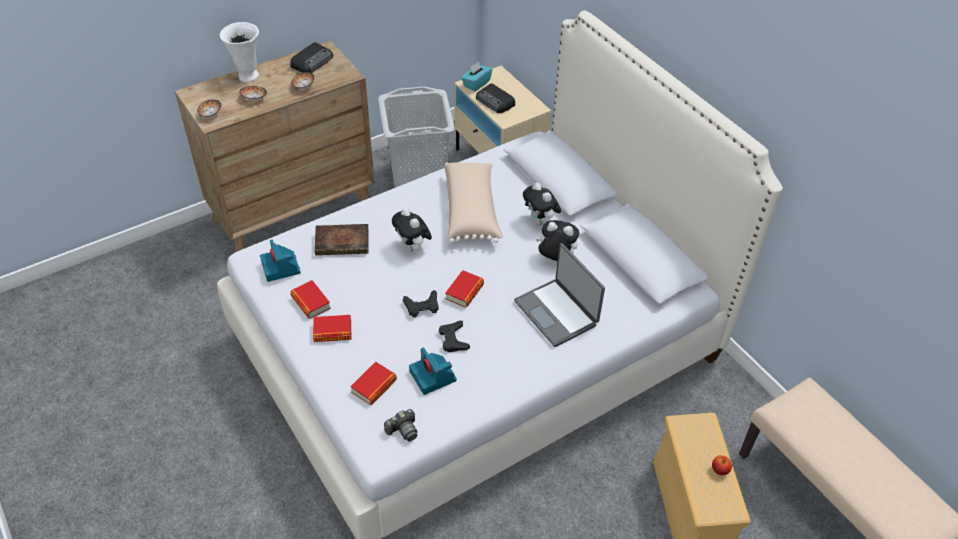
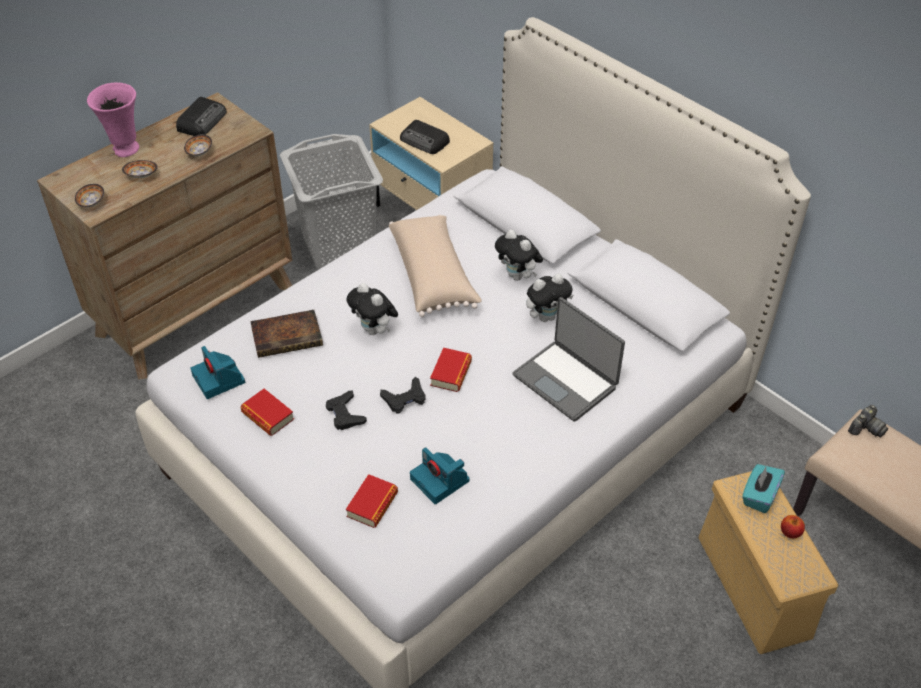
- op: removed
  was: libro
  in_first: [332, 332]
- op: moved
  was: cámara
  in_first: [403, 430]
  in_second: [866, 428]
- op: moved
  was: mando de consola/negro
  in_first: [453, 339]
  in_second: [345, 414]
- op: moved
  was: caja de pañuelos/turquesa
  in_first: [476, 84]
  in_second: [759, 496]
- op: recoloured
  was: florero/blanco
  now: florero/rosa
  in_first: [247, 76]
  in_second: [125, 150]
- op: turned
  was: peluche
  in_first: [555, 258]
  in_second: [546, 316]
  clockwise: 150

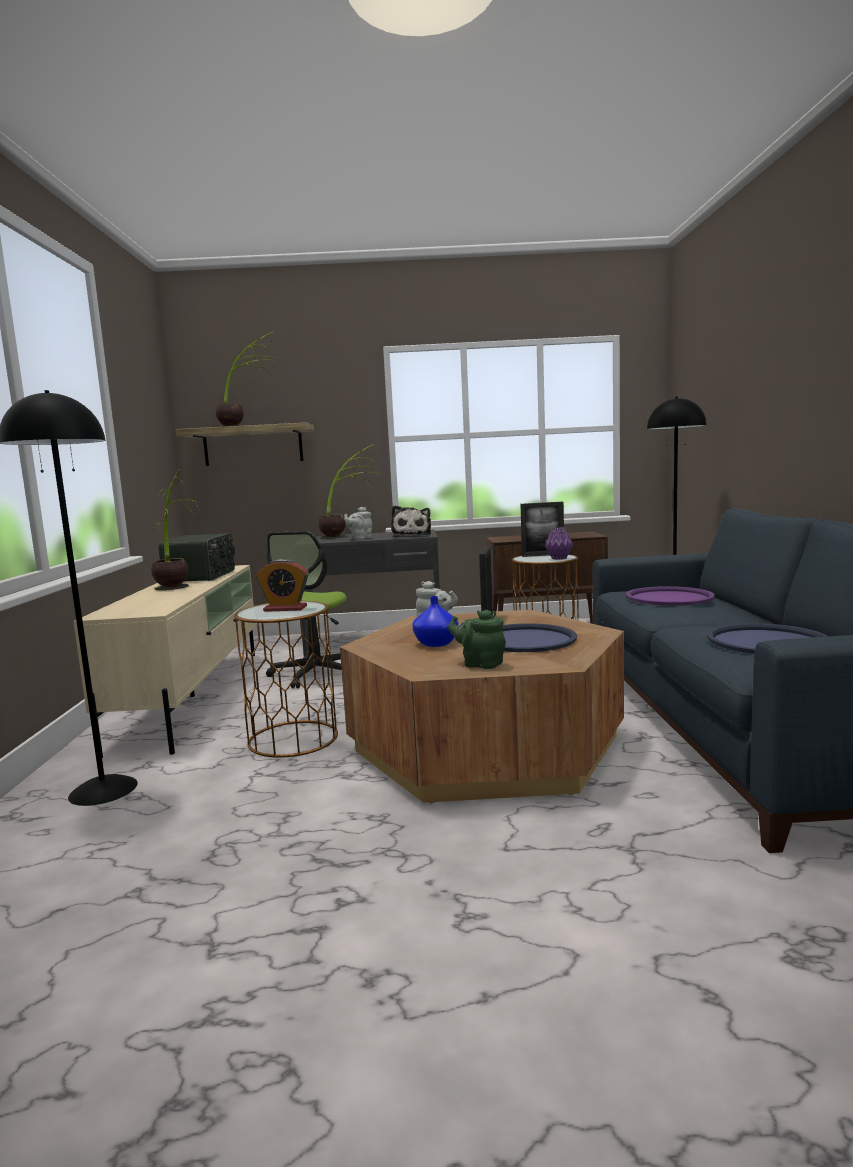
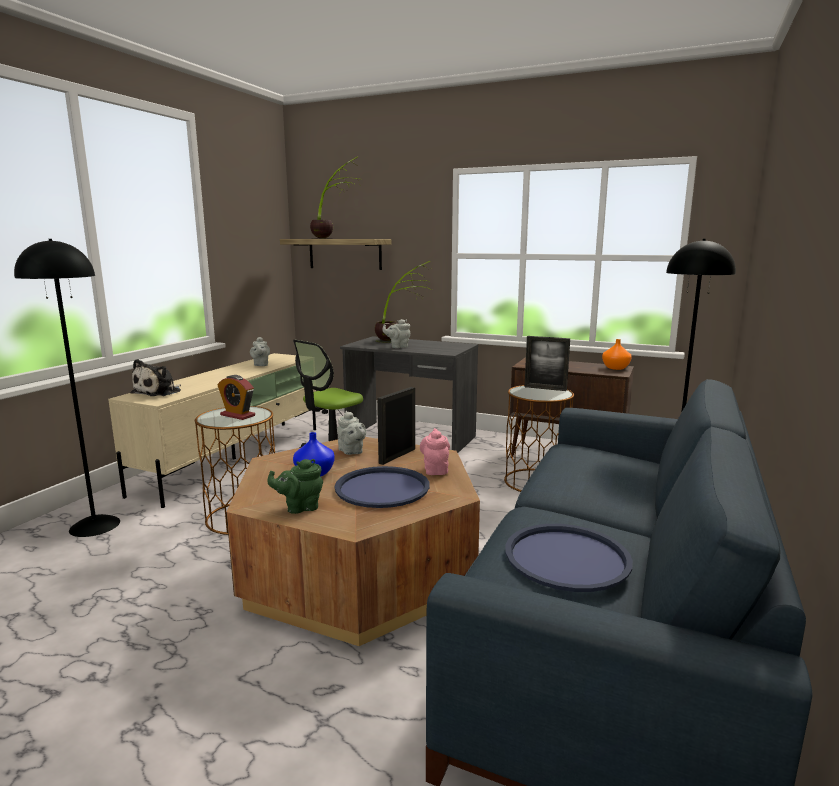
- op: removed
  was: planta en maceta
  in_first: [177, 589]
- op: removed
  was: florero/morado
  in_first: [559, 558]
- op: removed
  was: bandeja/morado
  in_first: [669, 597]
- op: added
  now: tetera/rosa
  in_second: [435, 469]
- op: added
  now: florero/naranja
  in_second: [615, 368]
- op: moved
  was: peluche
  in_first: [411, 535]
  in_second: [159, 392]
- op: replaced
  was: radio
  now: tetera/gris
  in_first: [202, 576]
  in_second: [261, 365]
- op: turned
  was: tetera/verde
  in_first: [480, 664]
  in_second: [300, 507]
  clockwise: -75

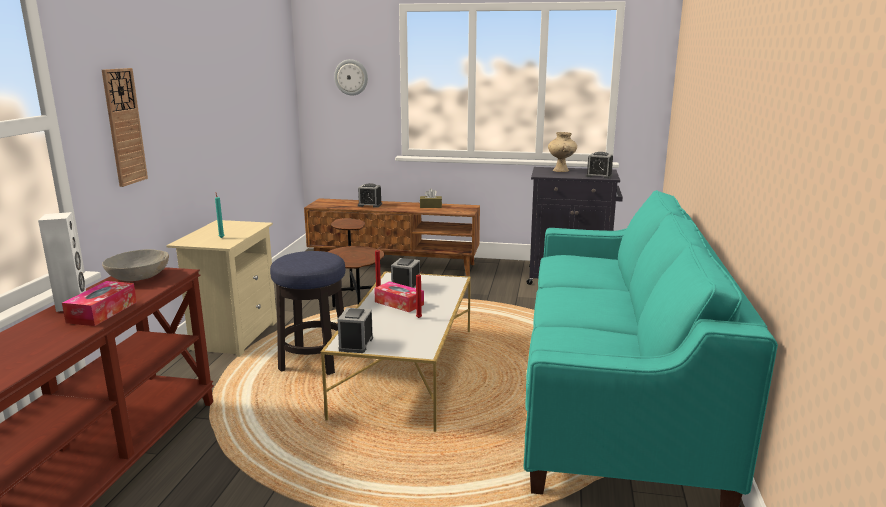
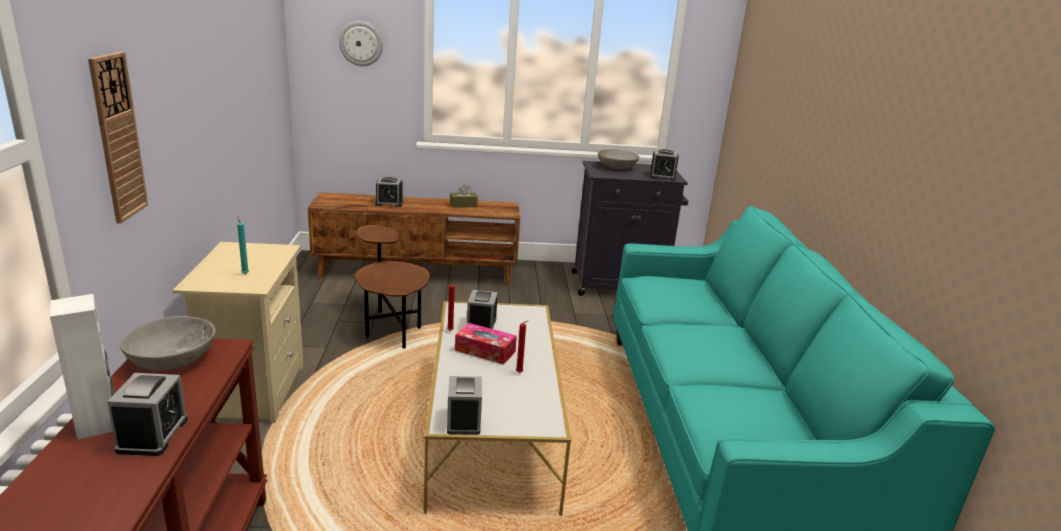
- op: removed
  was: taburete
  in_first: [314, 360]
- op: replaced
  was: caja de pañuelos
  now: despertador
  in_first: [102, 312]
  in_second: [153, 435]
- op: replaced
  was: florero/beis
  now: cuenco/gris
  in_first: [561, 170]
  in_second: [617, 167]

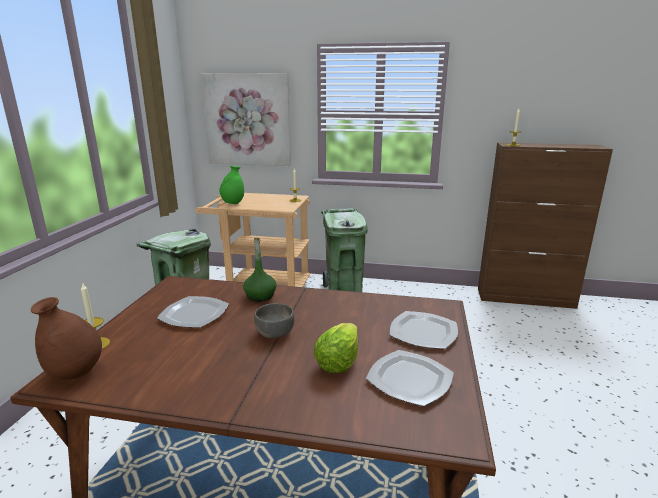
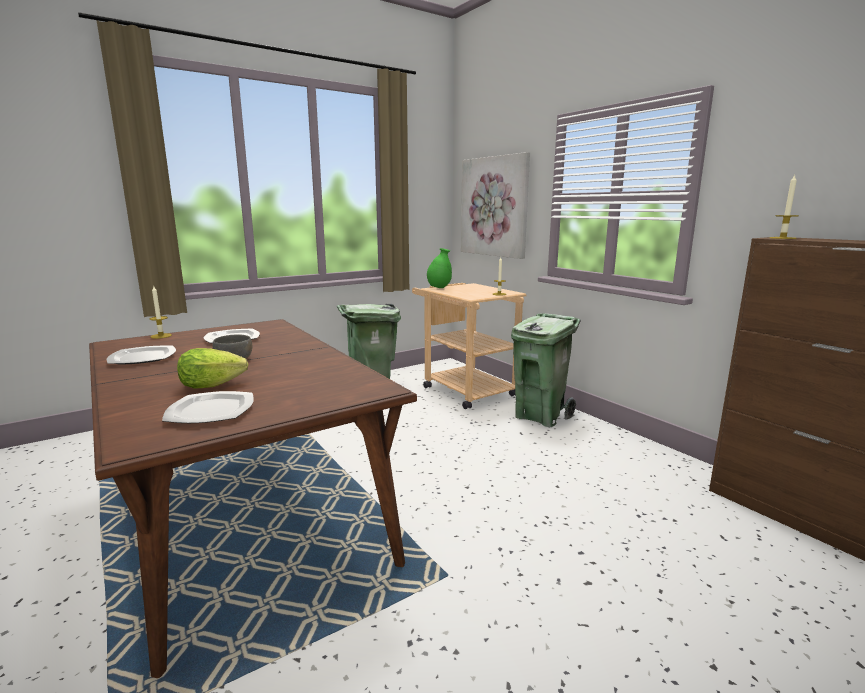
- op: removed
  was: florero/marrón
  in_first: [76, 373]
- op: removed
  was: botella/verde
  in_first: [260, 296]
- op: moved
  was: plato
  in_first: [422, 332]
  in_second: [142, 357]

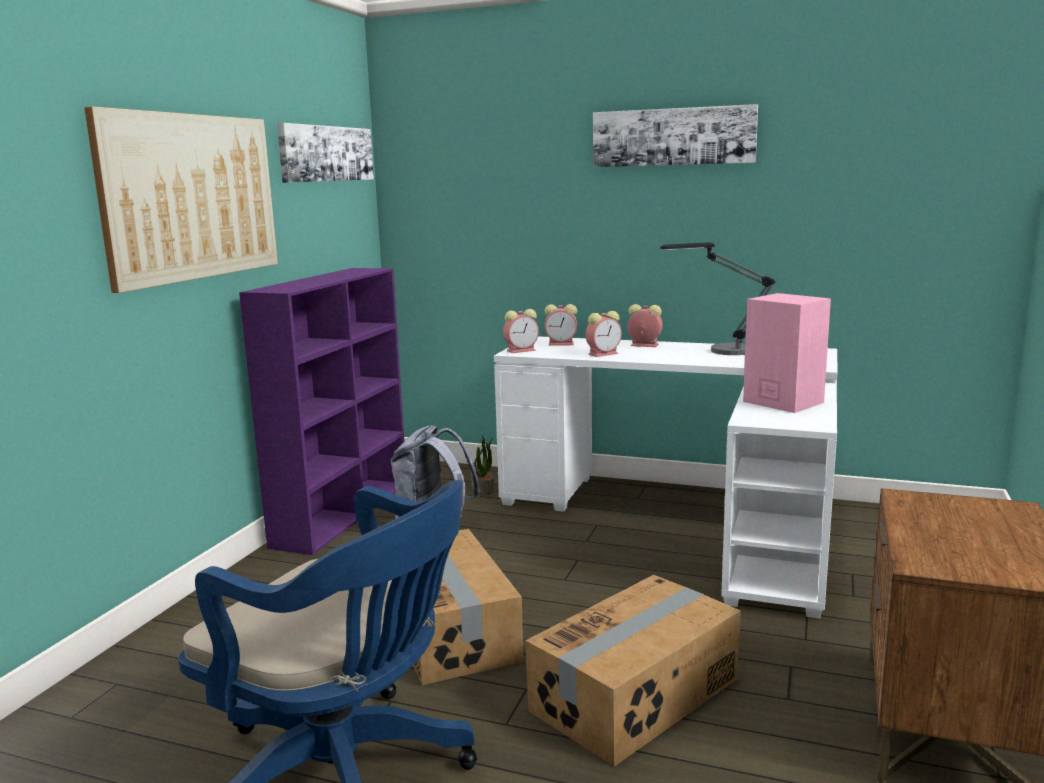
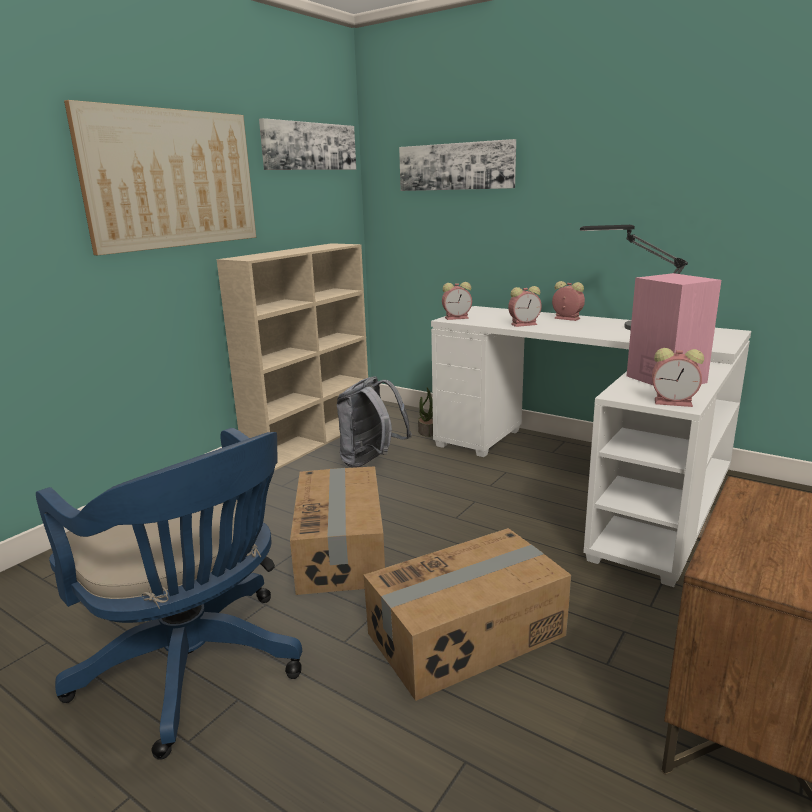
- op: moved
  was: despertador
  in_first: [562, 344]
  in_second: [675, 402]
- op: moved
  was: cuadro
  in_first: [673, 137]
  in_second: [456, 166]
- op: recoloured
  was: estantería/morado
  now: estantería/beis
  in_first: [344, 512]
  in_second: [312, 440]

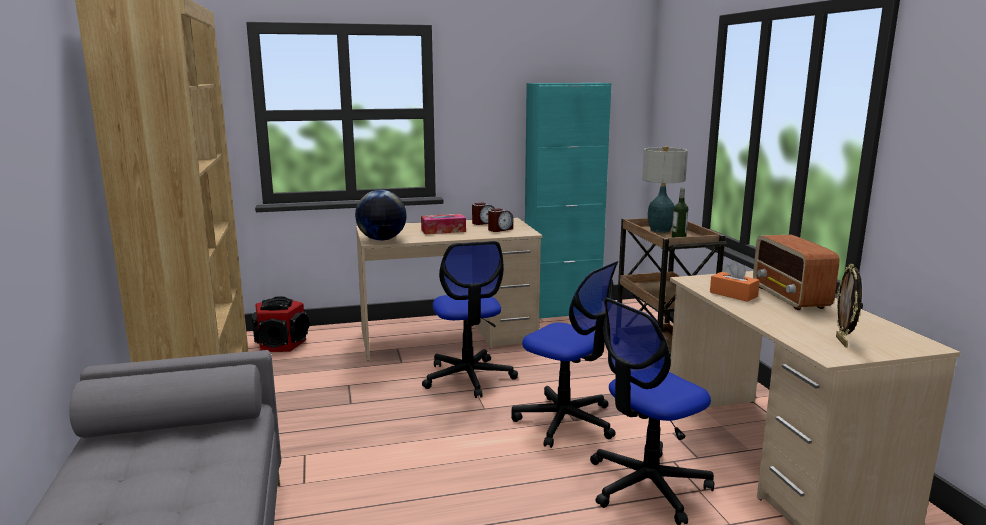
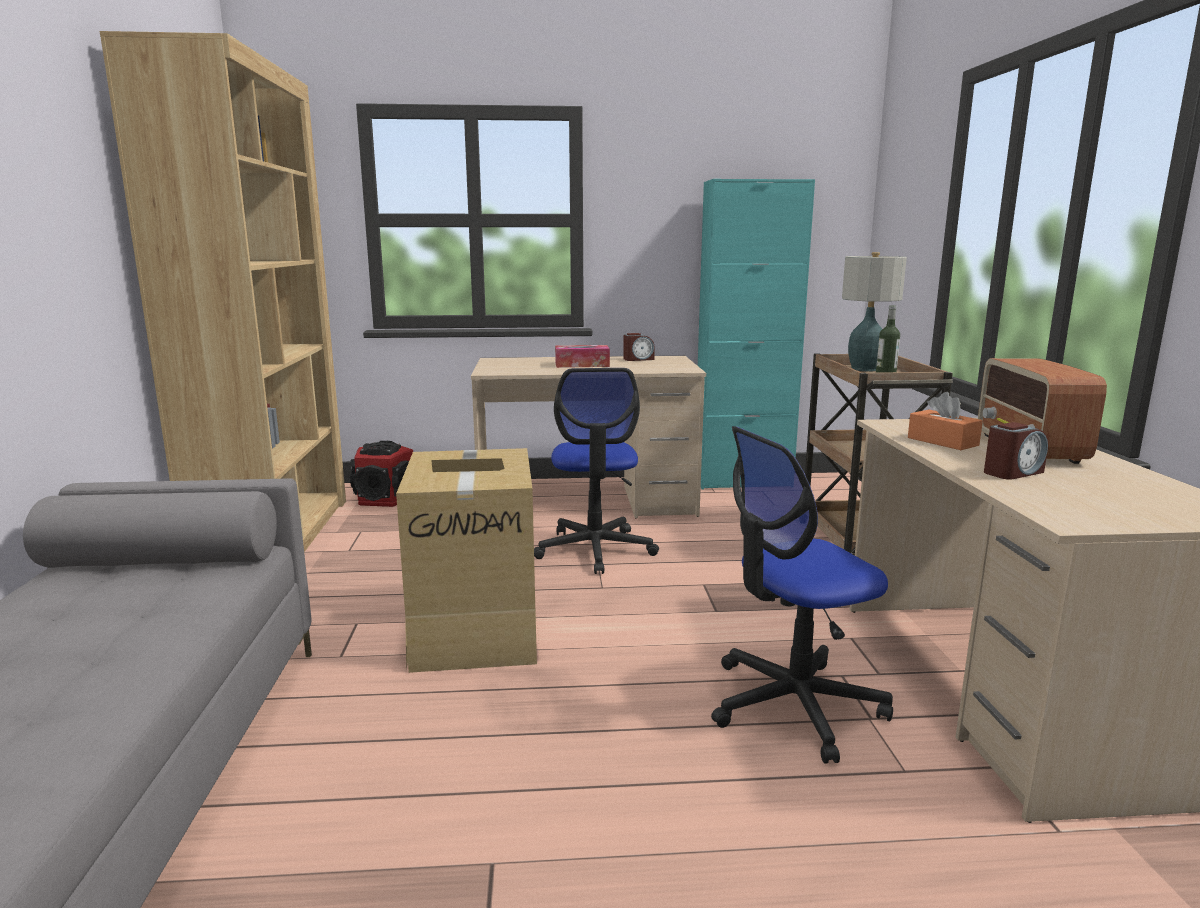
- op: removed
  was: globo terráqueo
  in_first: [382, 240]
- op: removed
  was: silla de oficina
  in_first: [565, 421]
- op: removed
  was: portarretratos
  in_first: [843, 342]
- op: added
  now: caja de cartón
  in_second: [477, 629]
- op: moved
  was: despertador
  in_first: [500, 229]
  in_second: [1012, 472]

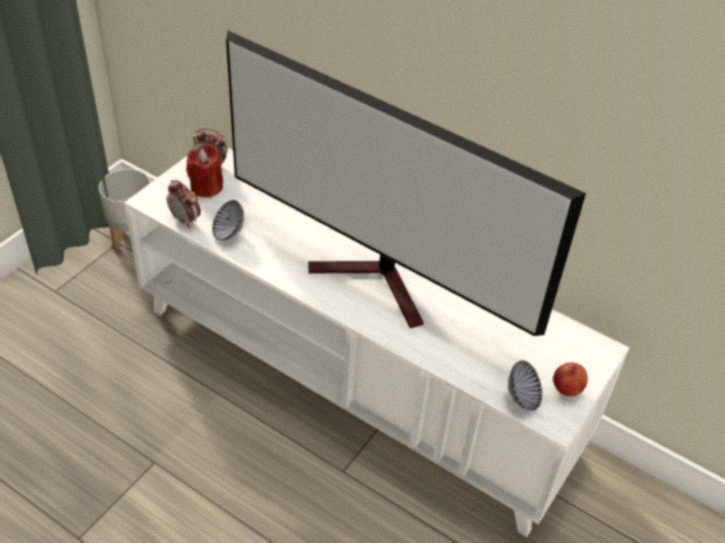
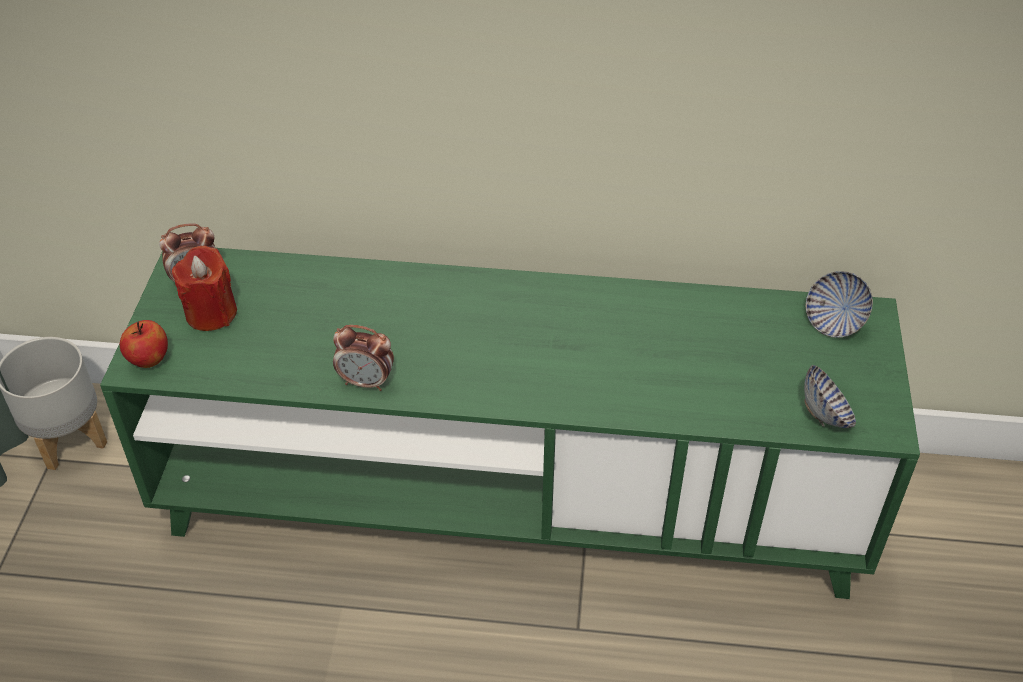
- op: removed
  was: televisor
  in_first: [379, 283]
- op: moved
  was: despertador
  in_first: [185, 220]
  in_second: [366, 382]
- op: moved
  was: cuenco
  in_first: [228, 232]
  in_second: [834, 322]
- op: moved
  was: manzana
  in_first: [566, 389]
  in_second: [149, 360]
- op: recoloured
  was: mueble de televisión/blanco
  now: mueble de televisión/verde
  in_first: [354, 378]
  in_second: [511, 499]

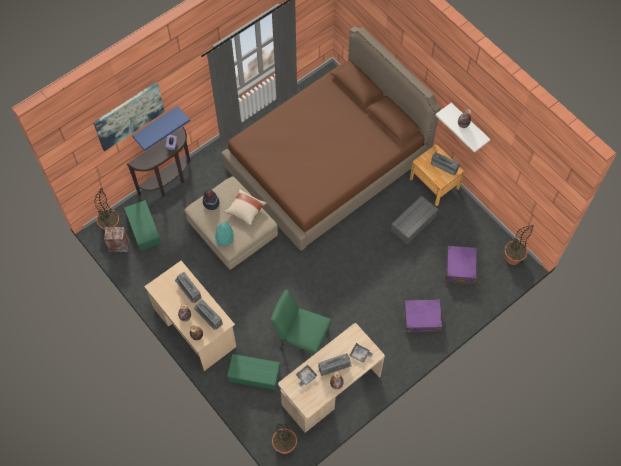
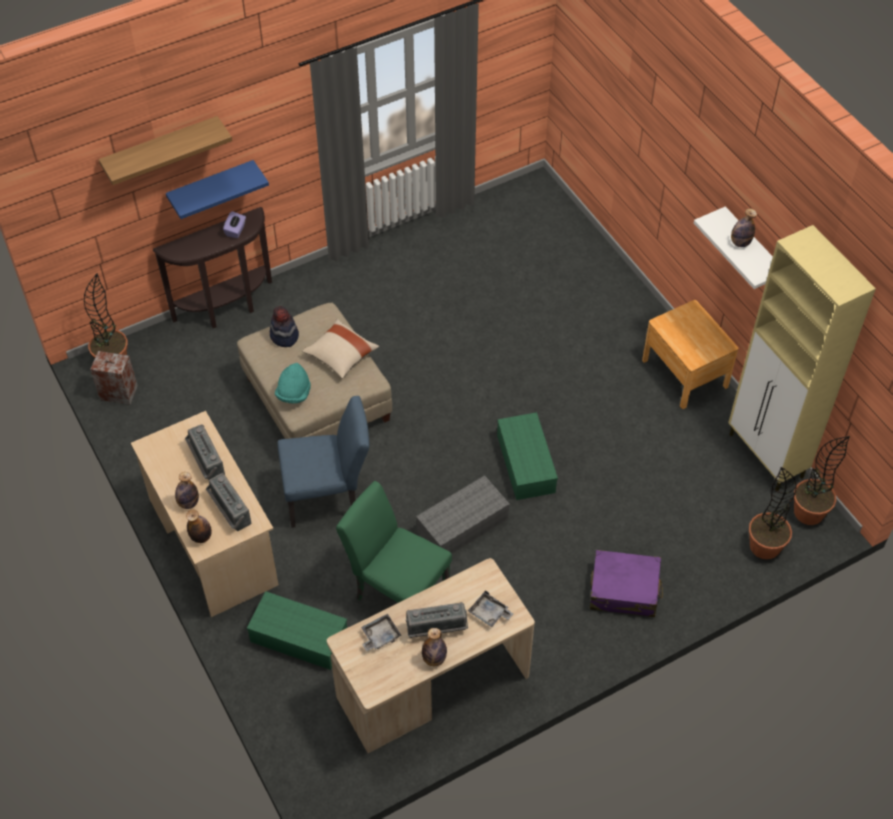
- op: removed
  was: cama/marrón
  in_first: [327, 164]
- op: removed
  was: radio
  in_first: [444, 166]
- op: removed
  was: maleta/morado
  in_first: [460, 268]
- op: added
  now: silla/azul
  in_second: [329, 496]
- op: added
  now: armario/beis
  in_second: [766, 457]
- op: moved
  was: caja de almacenaje/verde
  in_first: [143, 228]
  in_second: [524, 463]
- op: moved
  was: planta en maceta
  in_first: [284, 445]
  in_second: [764, 546]
- op: moved
  was: caja de almacenaje/gris
  in_first: [413, 224]
  in_second: [462, 526]
- op: replaced
  was: cuadro
  now: estante
  in_first: [129, 115]
  in_second: [161, 149]

